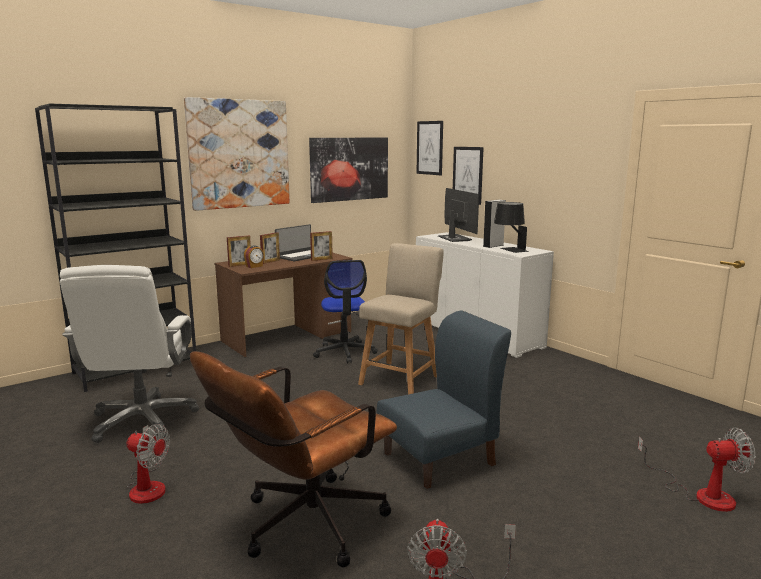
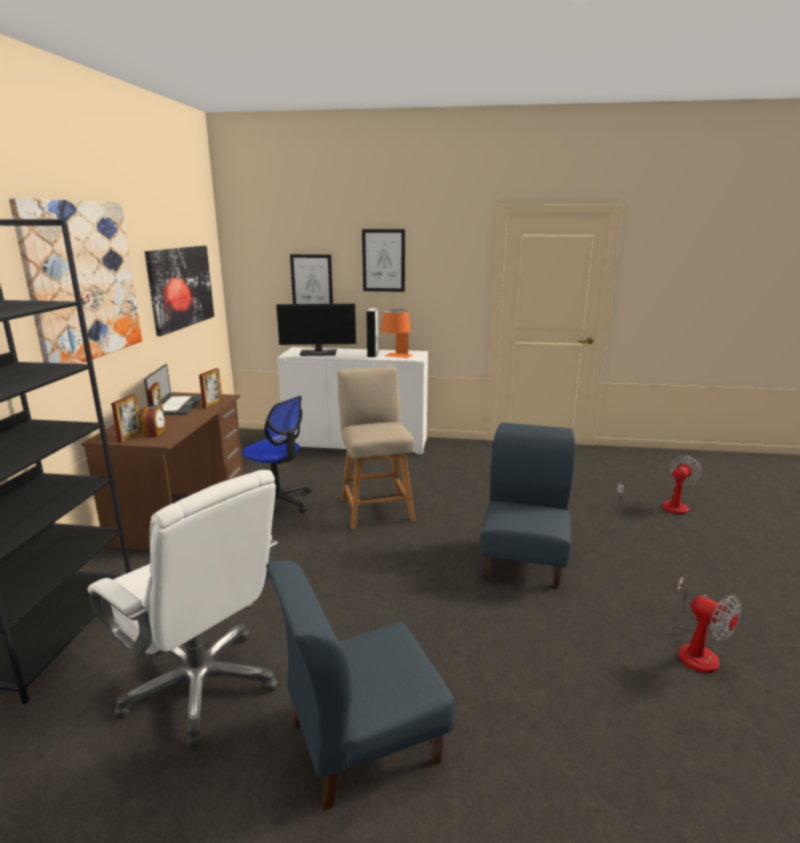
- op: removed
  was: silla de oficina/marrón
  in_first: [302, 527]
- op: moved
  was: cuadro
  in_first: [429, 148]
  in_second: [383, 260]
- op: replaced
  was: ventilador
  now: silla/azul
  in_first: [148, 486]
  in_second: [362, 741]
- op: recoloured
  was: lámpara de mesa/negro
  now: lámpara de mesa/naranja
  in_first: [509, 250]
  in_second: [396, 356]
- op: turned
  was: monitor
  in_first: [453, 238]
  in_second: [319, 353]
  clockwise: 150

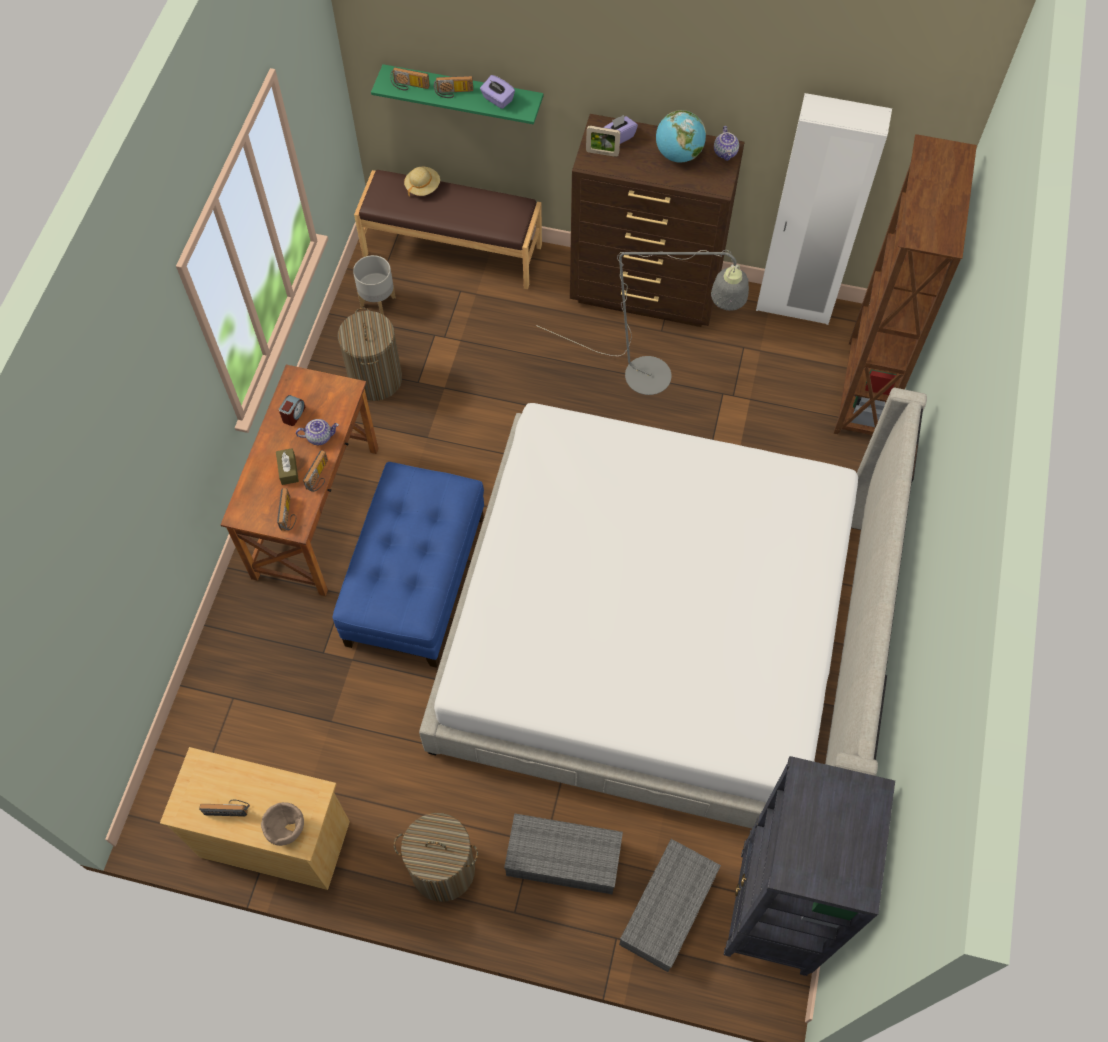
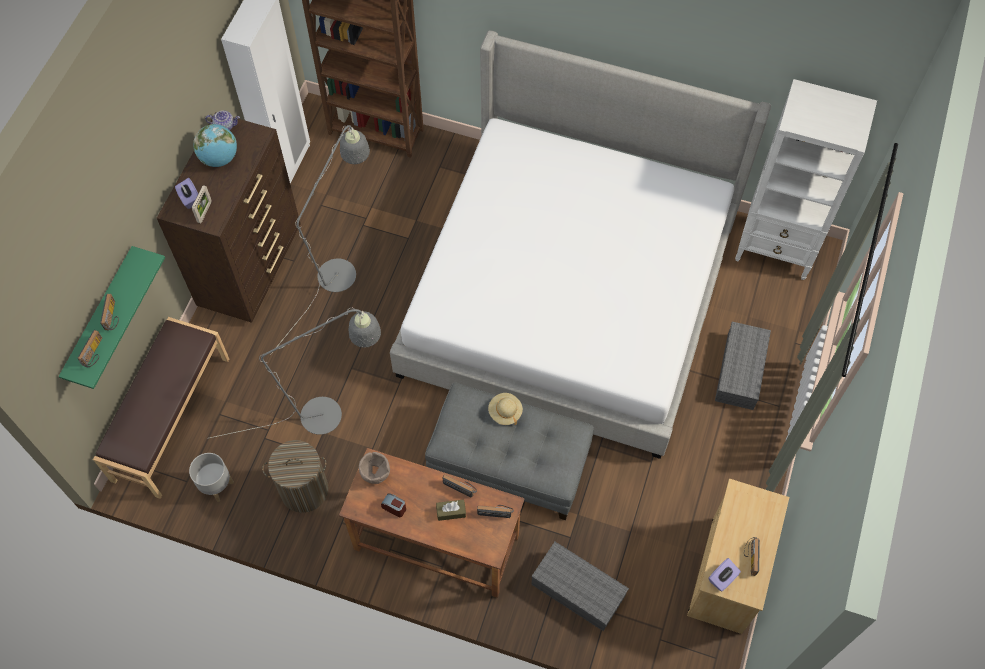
- op: removed
  was: tetera
  in_first: [319, 436]
- op: removed
  was: cesto de la ropa
  in_first: [442, 869]
- op: added
  now: lámpara de pie/gris
  in_second: [332, 412]
- op: moved
  was: cuenco/marrón
  in_first: [287, 828]
  in_second: [375, 473]
- op: moved
  was: sombrero/beis
  in_first: [422, 187]
  in_second: [505, 412]
- op: moved
  was: caja de pañuelos/morado
  in_first: [497, 99]
  in_second: [722, 578]
- op: moved
  was: caja de almacenaje/gris
  in_first: [667, 906]
  in_second: [576, 590]
- op: recoloured
  was: puf/azul
  now: puf/gris
  in_first: [417, 580]
  in_second: [509, 462]
- op: recoloured
  was: estantería/negro
  now: estantería/blanco
  in_first: [772, 914]
  in_second: [776, 248]

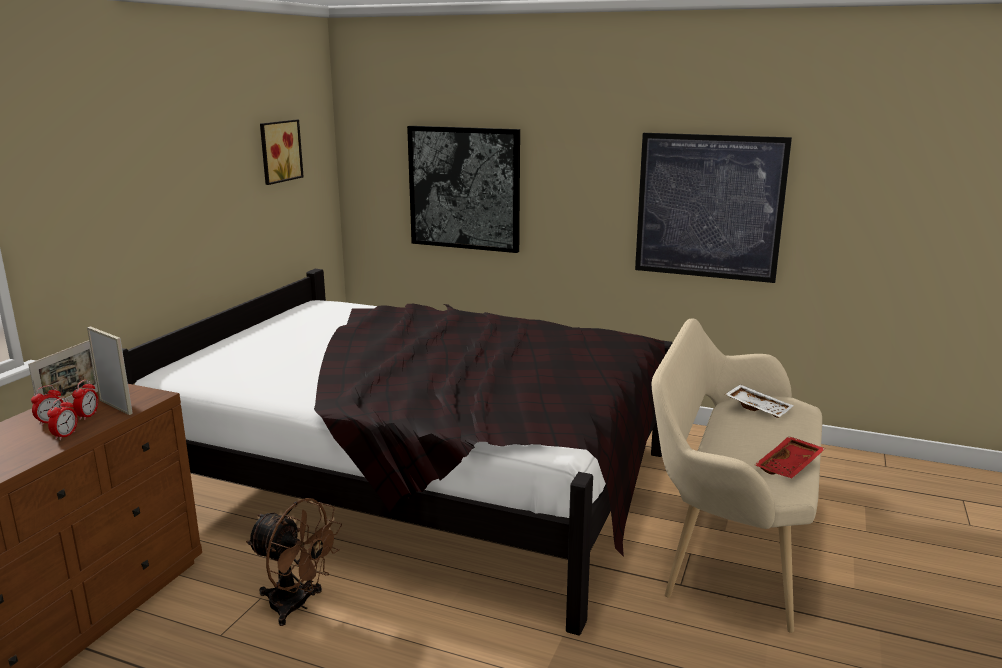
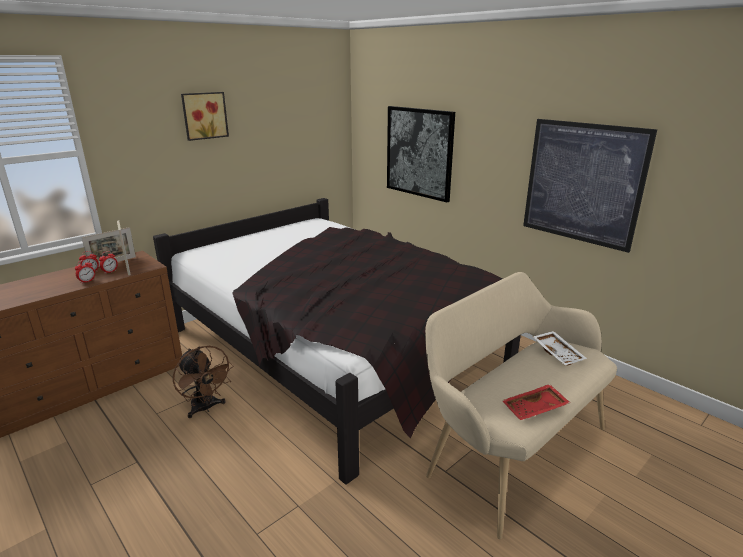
- op: moved
  was: cuadro
  in_first: [278, 151]
  in_second: [204, 115]

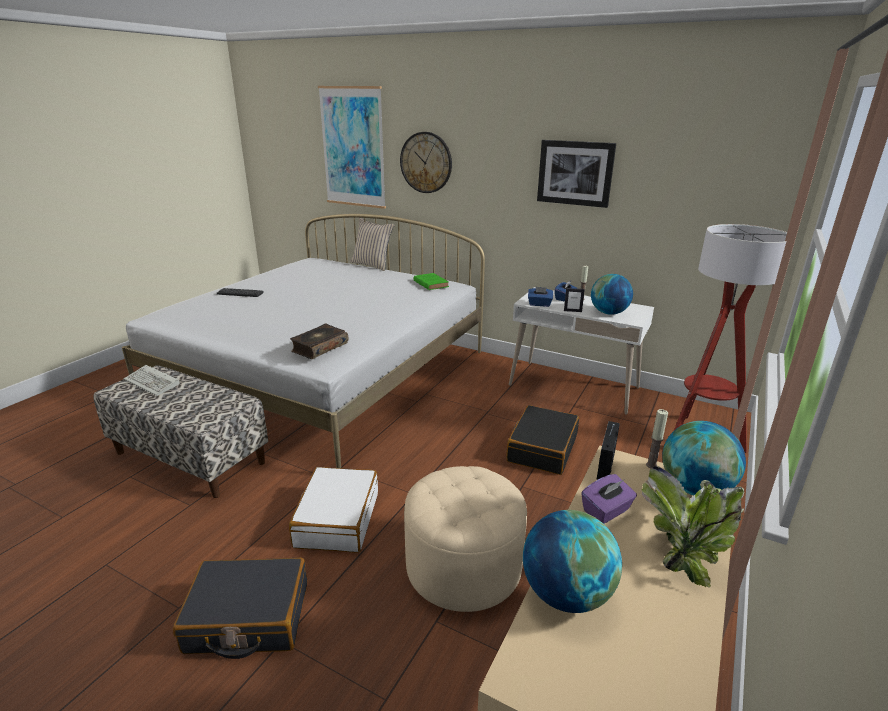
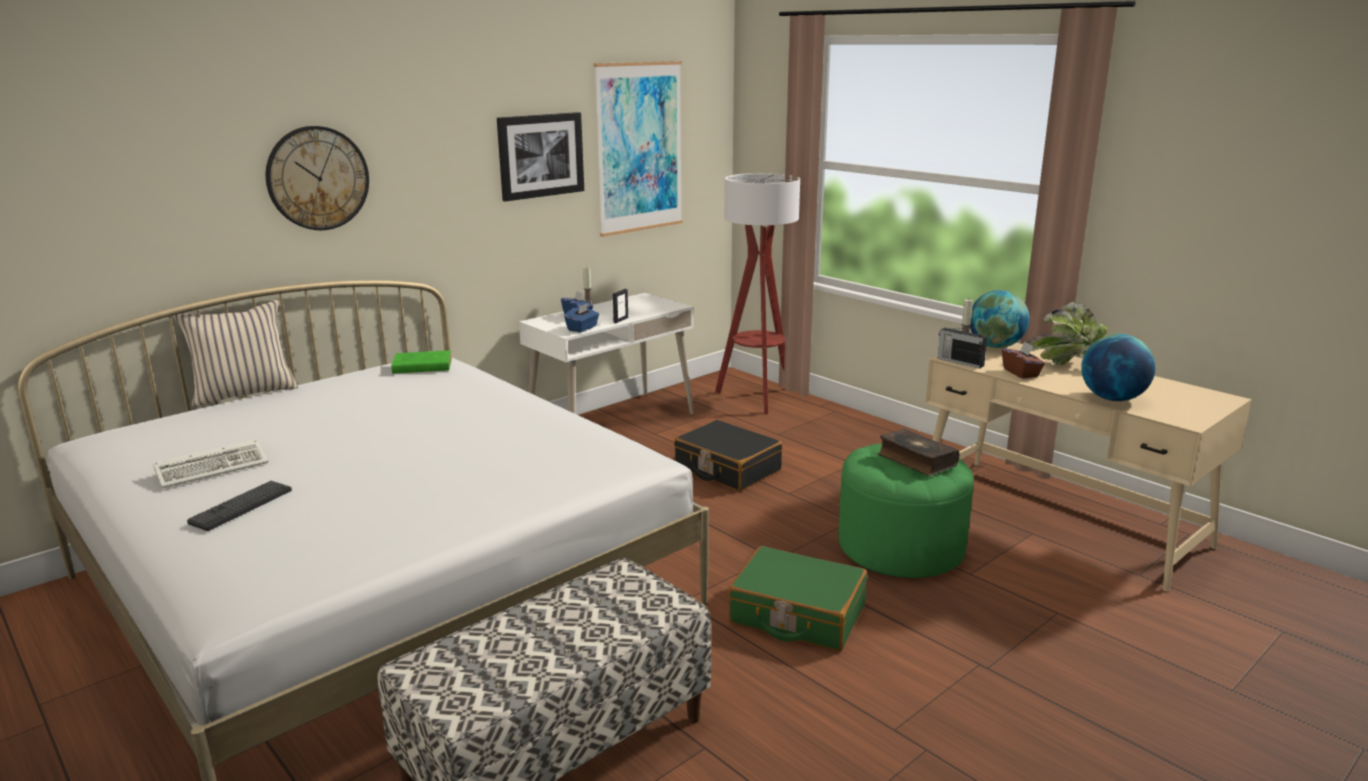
- op: removed
  was: maleta/negro
  in_first: [248, 618]
- op: removed
  was: globo terráqueo
  in_first: [608, 313]
- op: moved
  was: teclado
  in_first: [153, 383]
  in_second: [214, 467]
- op: moved
  was: libro
  in_first: [319, 347]
  in_second: [916, 460]
- op: moved
  was: cuadro
  in_first: [353, 148]
  in_second: [639, 148]
- op: recoloured
  was: maleta/blanco
  now: maleta/verde
  in_first: [337, 519]
  in_second: [797, 614]
- op: recoloured
  was: puf/beis
  now: puf/verde
  in_first: [463, 566]
  in_second: [900, 547]
- op: recoloured
  was: caja de pañuelos/morado
  now: caja de pañuelos/marrón
  in_first: [606, 511]
  in_second: [1021, 373]

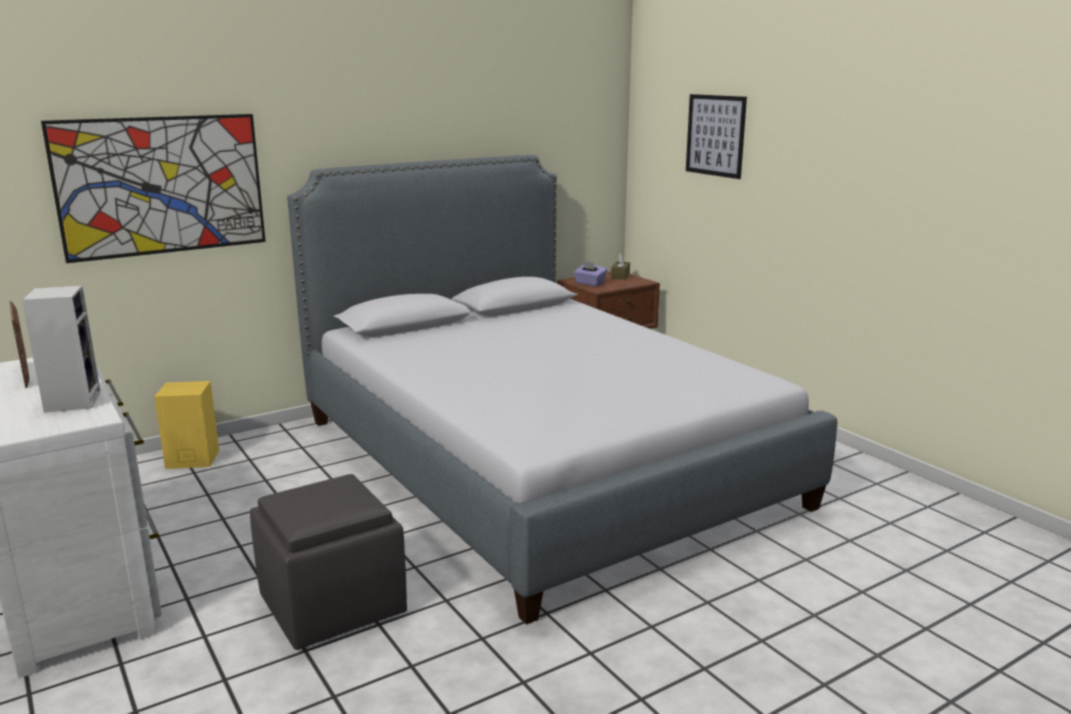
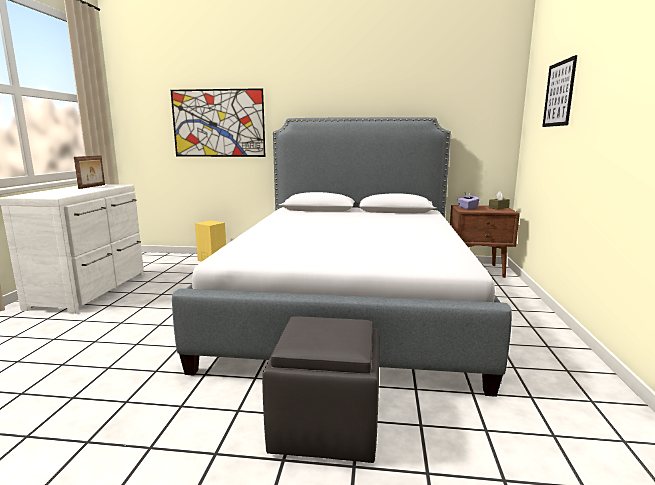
- op: removed
  was: altavoz
  in_first: [72, 401]
- op: moved
  was: puf/gris
  in_first: [333, 604]
  in_second: [327, 425]

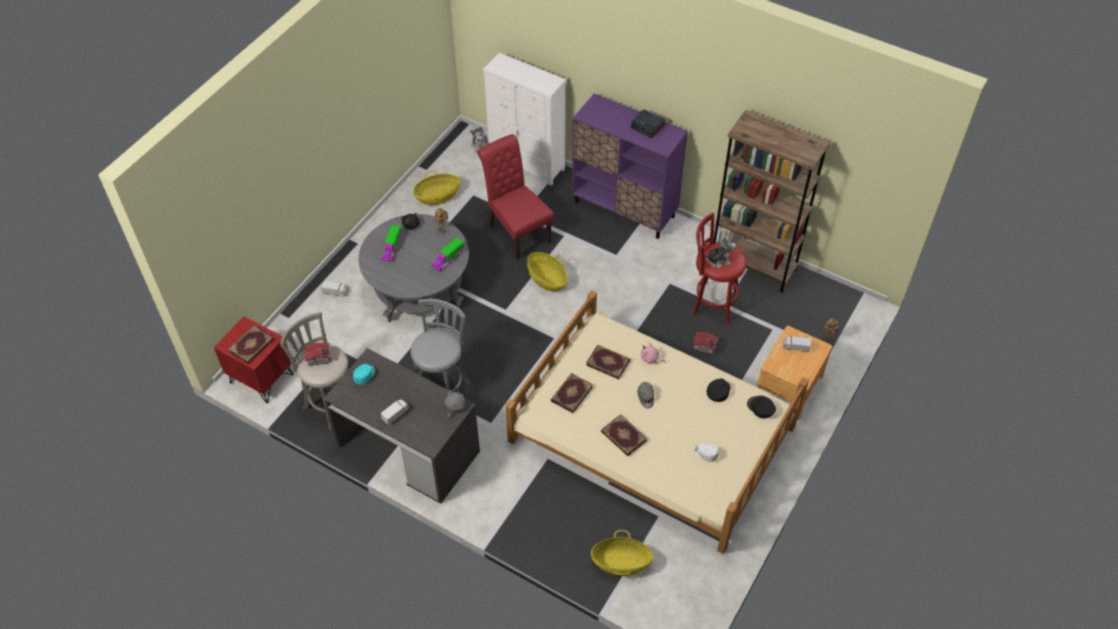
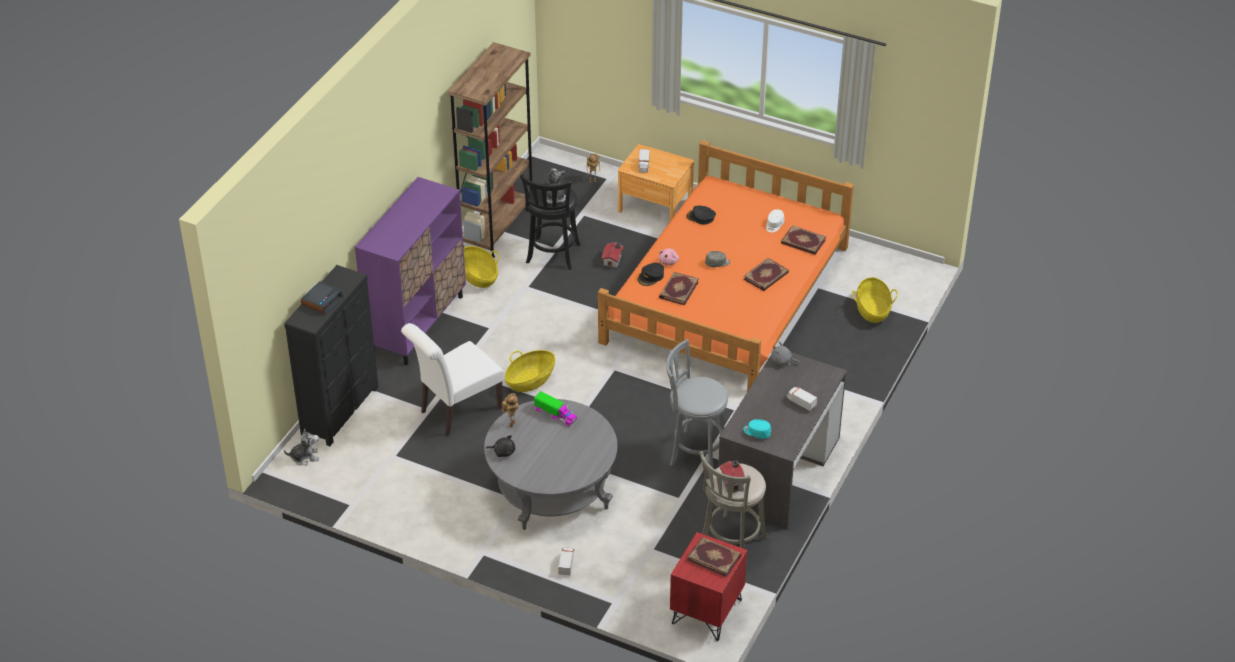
- op: removed
  was: camión de juguete
  in_first: [392, 247]
- op: moved
  was: cesta
  in_first: [437, 196]
  in_second: [479, 276]
- op: moved
  was: libro
  in_first: [571, 393]
  in_second: [803, 242]
- op: moved
  was: despertador
  in_first: [648, 126]
  in_second: [322, 301]
- op: moved
  was: gorra/negro
  in_first: [761, 408]
  in_second: [651, 277]
- op: recoloured
  was: silla/rojo
  now: silla/blanco
  in_first: [516, 231]
  in_second: [456, 411]
- op: recoloured
  was: cómoda/blanco
  now: cómoda/negro
  in_first: [527, 164]
  in_second: [341, 411]
- op: recoloured
  was: cama/beis
  now: cama/naranja
  in_first: [650, 434]
  in_second: [726, 295]
- op: recoloured
  was: taburete/rojo
  now: taburete/negro
  in_first: [712, 302]
  in_second: [552, 256]

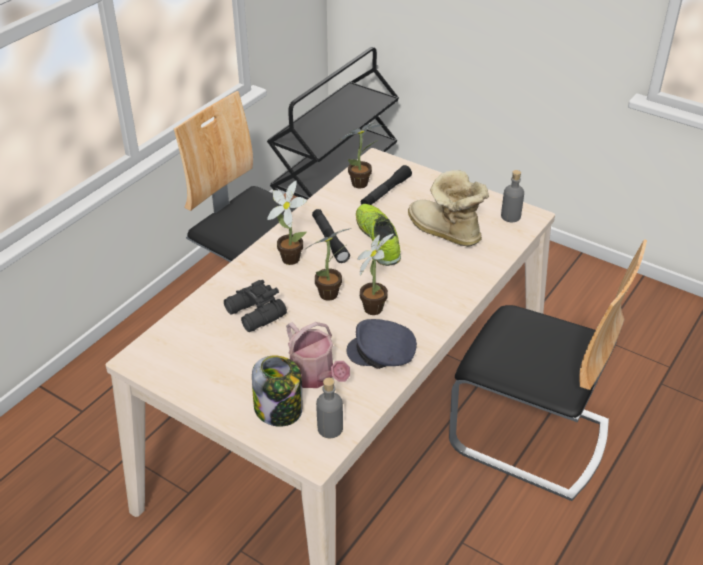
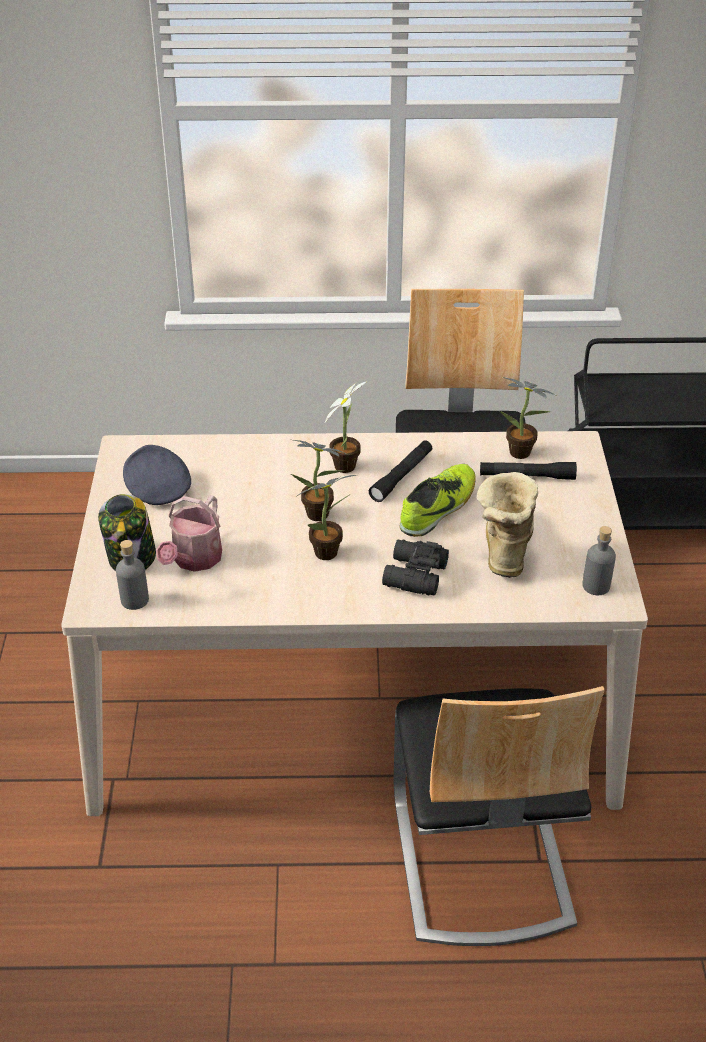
- op: moved
  was: prismáticos/negro
  in_first: [255, 314]
  in_second: [413, 576]
- op: moved
  was: gorra/gris
  in_first: [382, 353]
  in_second: [156, 488]

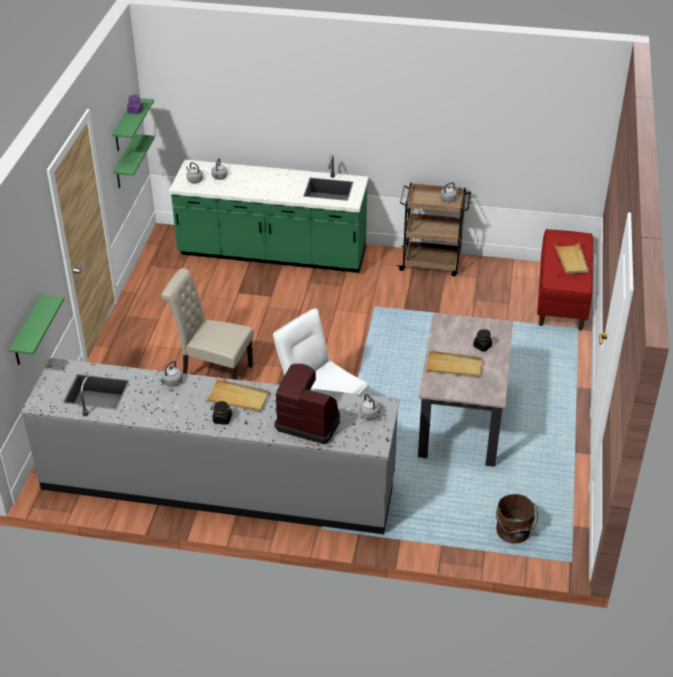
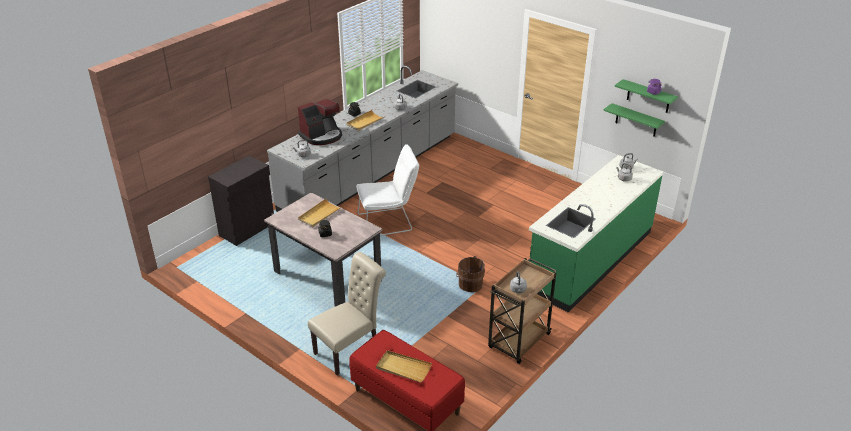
- op: removed
  was: estante/verde
  in_first: [27, 332]
- op: added
  now: armario/negro
  in_second: [248, 229]
- op: moved
  was: silla/beis
  in_first: [212, 371]
  in_second: [350, 349]
- op: moved
  was: cubo/marrón
  in_first: [513, 532]
  in_second: [469, 284]

